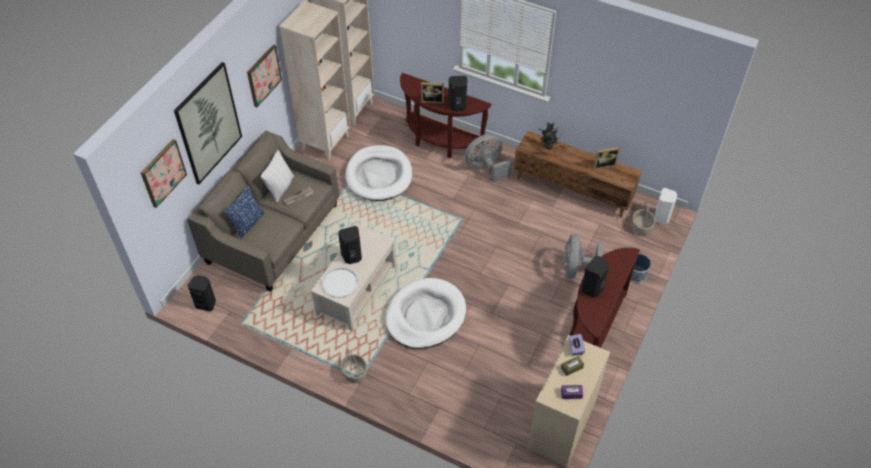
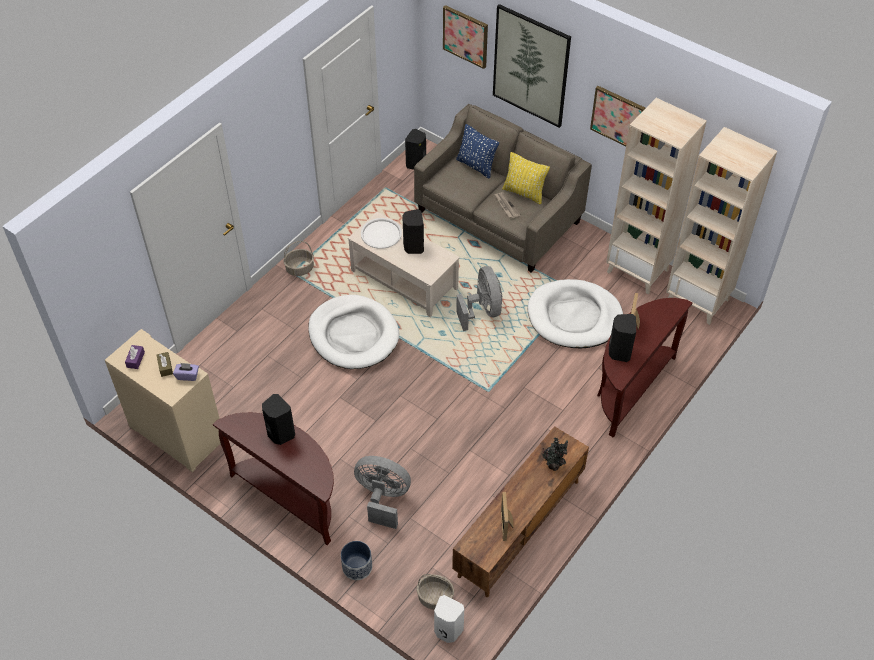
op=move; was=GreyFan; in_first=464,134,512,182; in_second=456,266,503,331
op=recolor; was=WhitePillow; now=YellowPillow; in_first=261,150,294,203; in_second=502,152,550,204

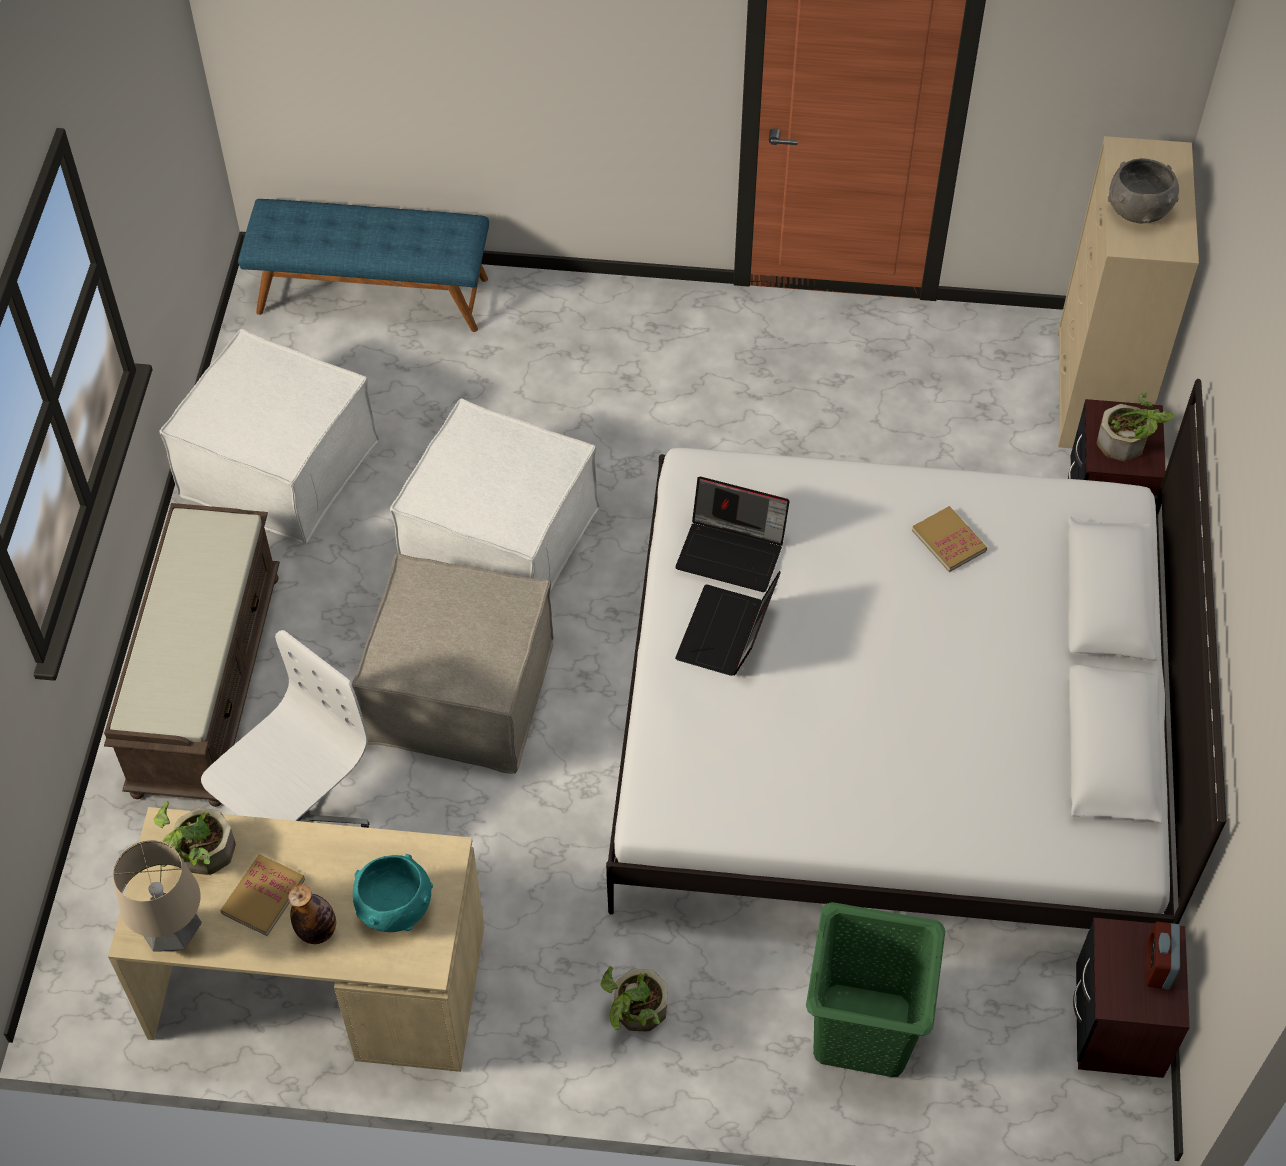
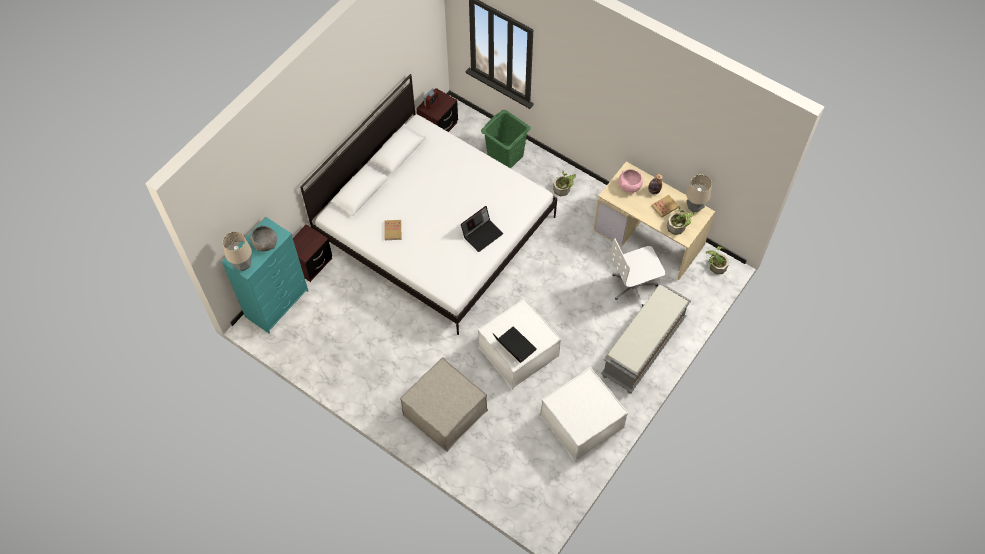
op=recolor; was=BeigeDresser; now=TurquoiseDresser; in_first=1057,136,1199,448; in_second=222,217,308,333
op=insert; now=TableLamp; in_second=223,232,252,271
op=move; was=BeigeOttoman; in_first=352,553,553,774; in_second=400,357,488,452
op=move; was=Laptop; in_first=675,477,790,592; in_second=493,326,537,363
op=recolor; was=BrownBench; now=GreyBench; in_first=104,503,280,807; in_second=601,283,691,394
op=recolor; was=TurquoiseBowl; now=PinkBowl; in_first=353,854,433,932; in_second=618,169,643,194
op=move; was=PottedPlant; in_first=1097,391,1174,461; in_second=705,246,729,274
op=delete; was=BlueBench; in_first=238,199,489,332

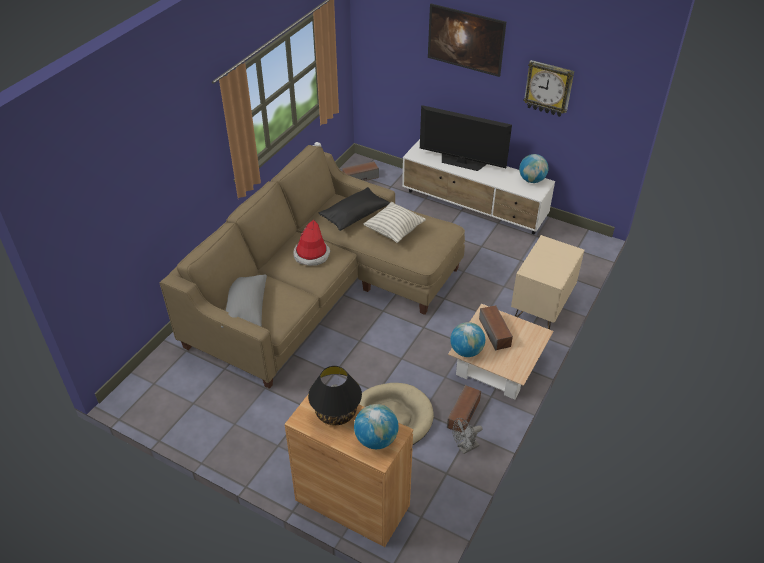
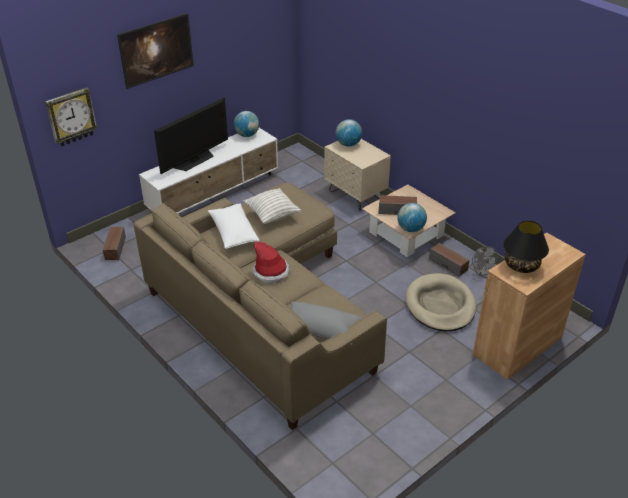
op=move; was=WallClock; in_first=523,60,574,117; in_second=45,87,97,146
op=recolor; was=BlackPillow; now=WhitePillow; in_first=319,187,390,231; in_second=208,203,260,249
op=move; was=Globe; in_first=354,404,399,449; in_second=336,119,362,147

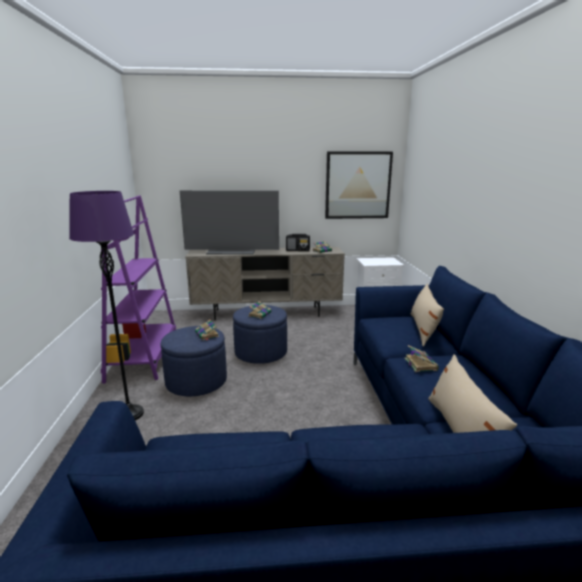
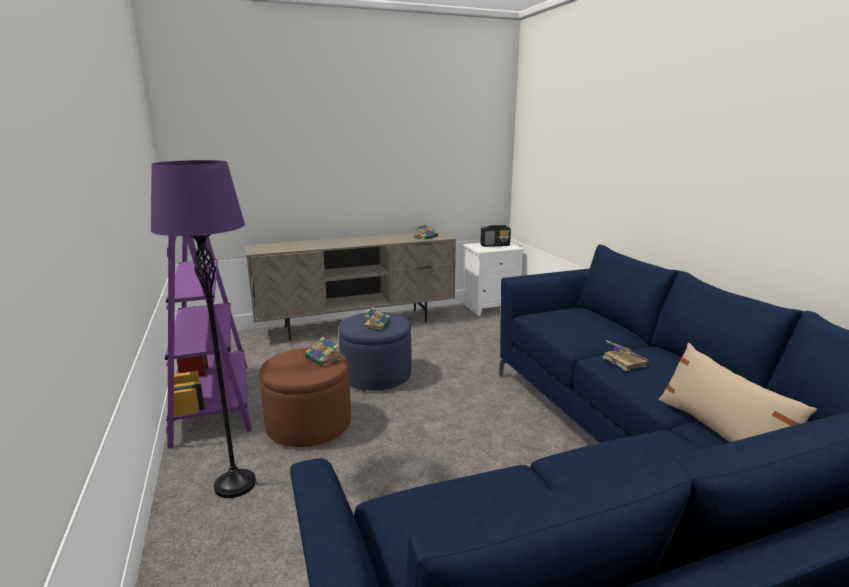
op=recolor; was=BlueOttoman; now=BrownOttoman; in_first=160,326,227,396; in_second=259,348,351,447
op=move; was=Radio; in_first=286,234,310,251; in_second=480,225,511,247
op=delete; was=Television; in_first=180,191,279,255
op=delete; was=Picture; in_first=325,152,393,219
op=delete; was=BeigePillow; in_first=410,284,444,346

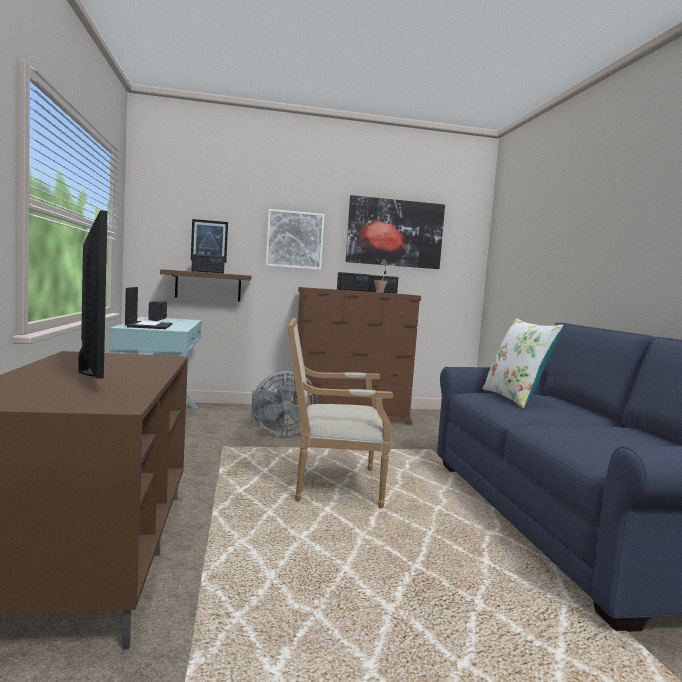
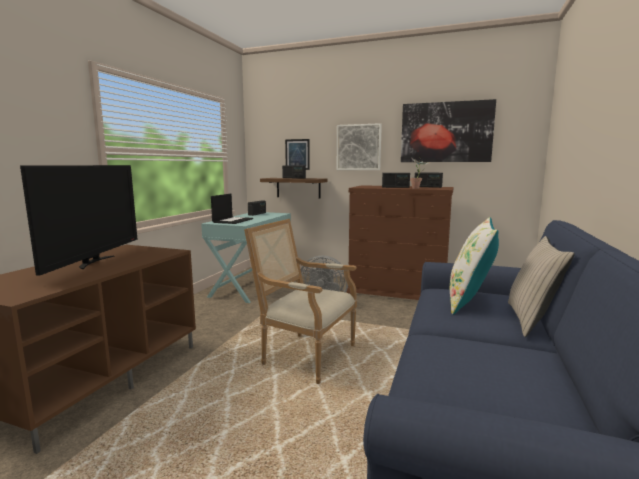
op=insert; now=BeigePillow; in_second=508,236,575,337

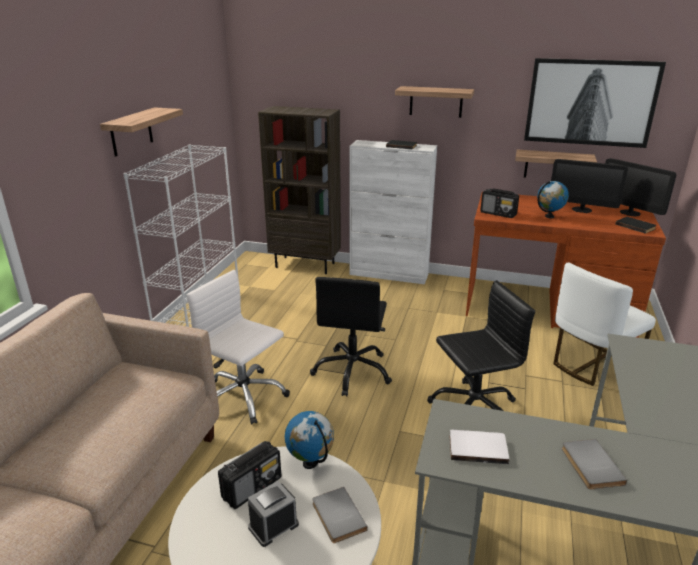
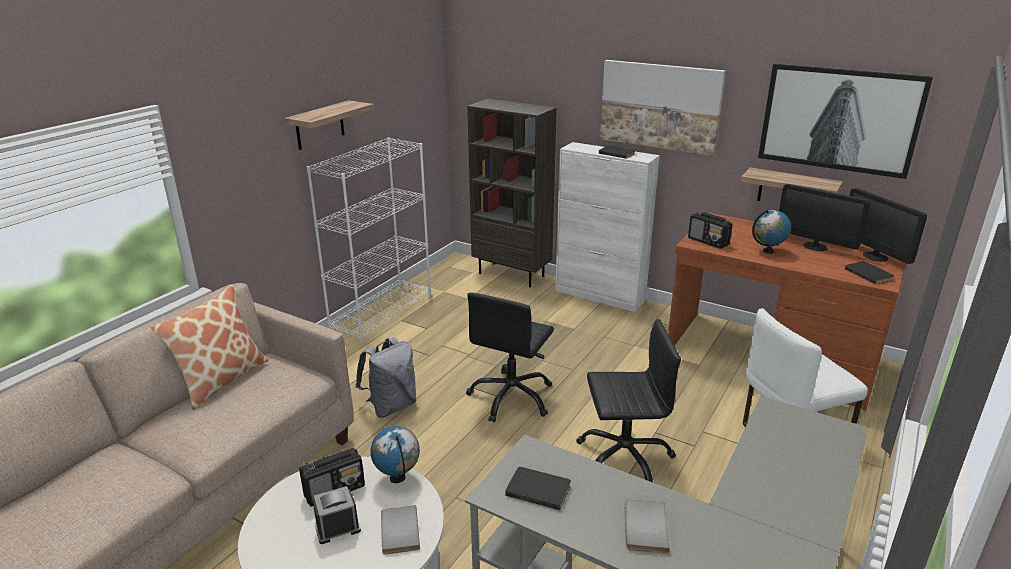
op=insert; now=Pillow; in_second=151,284,268,410
op=replace; was=WhiteOfficeChair; now=GreyBackpack; in_first=186,270,290,425; in_second=355,338,417,417
op=recolor; was=WhiteBook; now=BlackBook; in_first=449,429,510,464; in_second=505,467,571,510
op=replace; was=Shelf; now=Picture; in_first=395,86,474,118; in_second=600,60,726,156

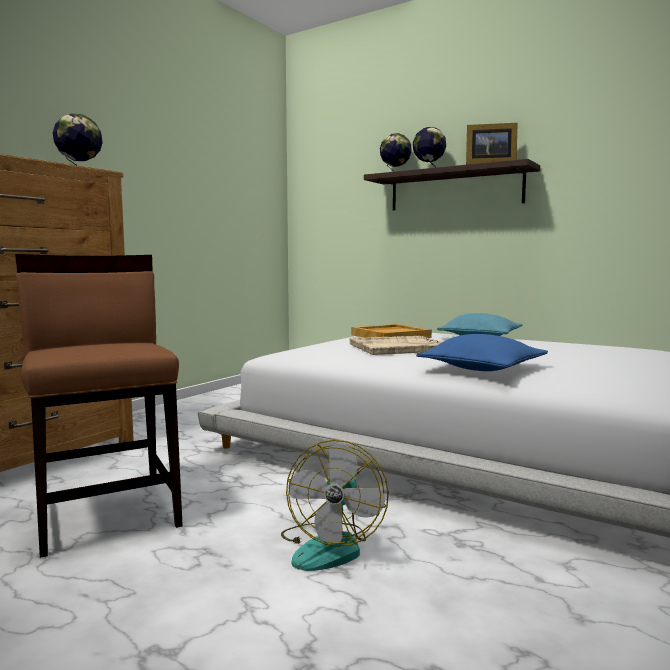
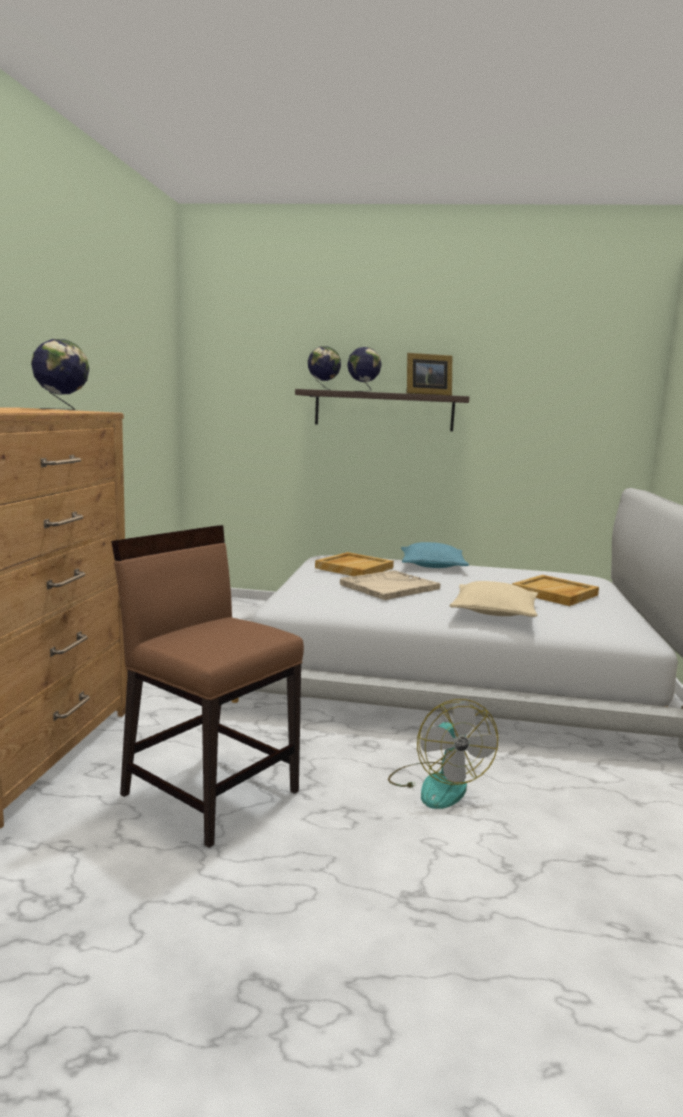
op=recolor; was=BluePillow; now=BeigePillow; in_first=416,334,548,371; in_second=450,581,538,617
op=insert; now=BeigeTray; in_second=512,575,599,606

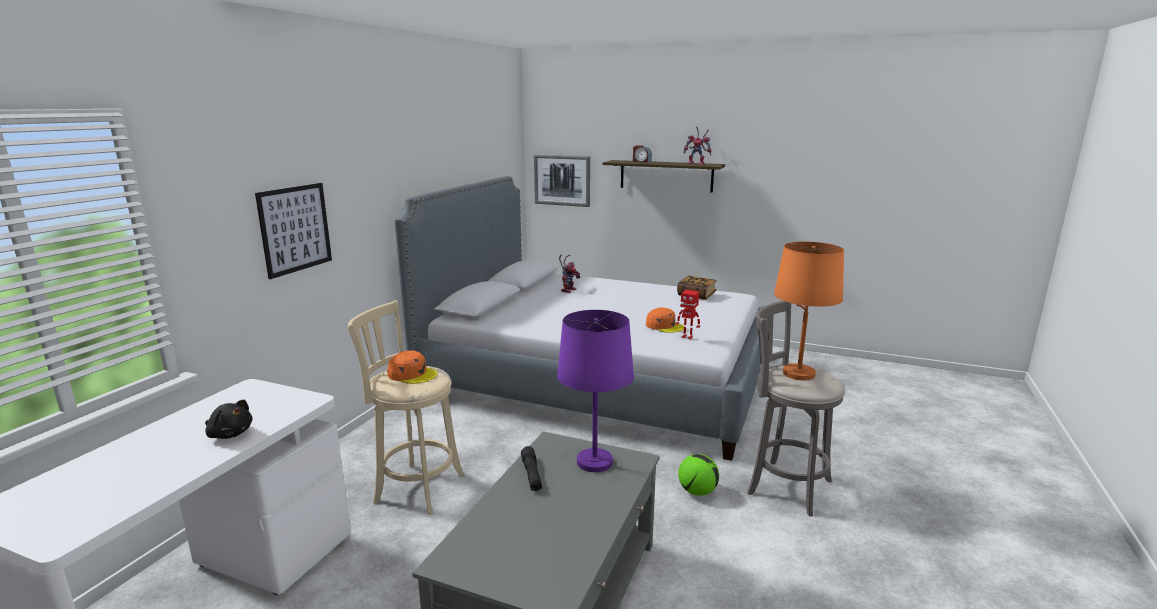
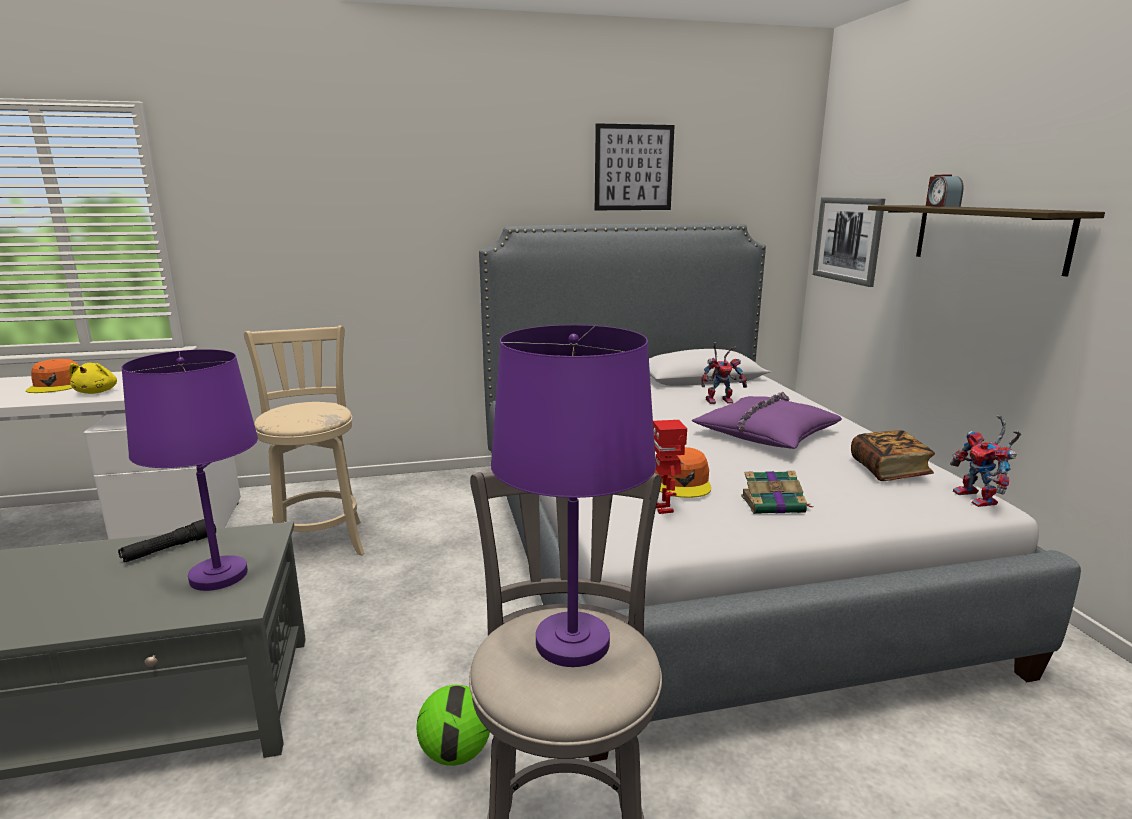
op=move; was=OrangeCap; in_first=387,350,438,384; in_second=26,359,78,393
op=recolor; was=BlackPlushToy; now=YellowPlushToy; in_first=205,399,252,439; in_second=69,363,117,394
op=recolor; was=OrangeTableLamp; now=PurpleTableLamp; in_first=774,242,844,380; in_second=491,325,656,667
op=move; was=Picture; in_first=255,183,332,279; in_second=595,123,675,210
op=insert; now=PurplePillow; in_second=692,392,842,449
op=insert; now=Book; in_second=741,471,813,514
op=move; was=ToyRobot; in_first=683,126,712,165; in_second=950,414,1021,507

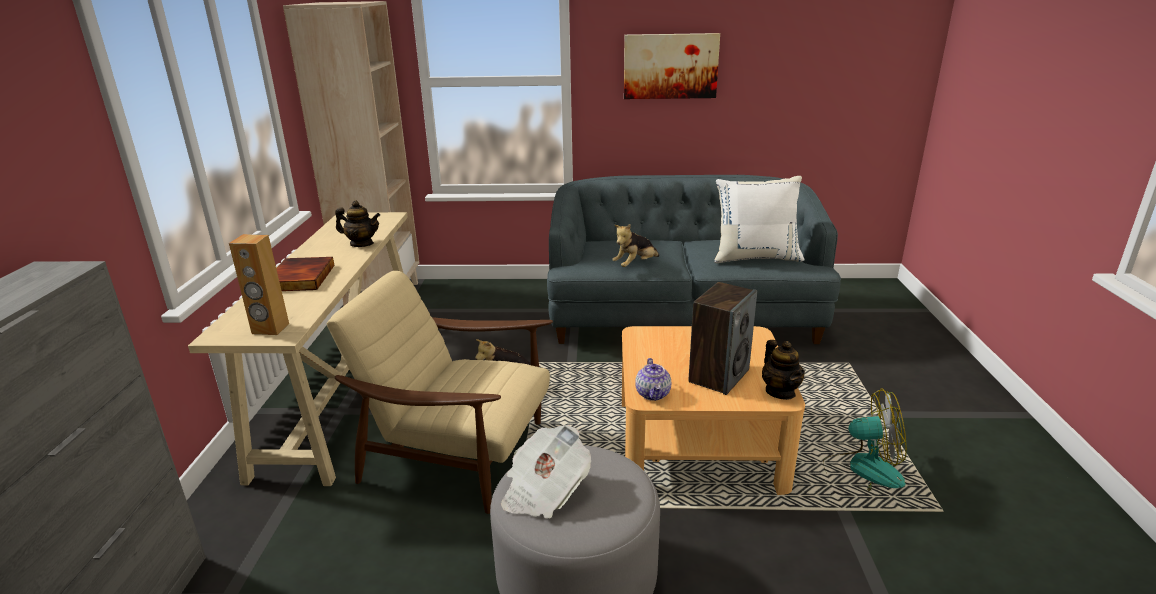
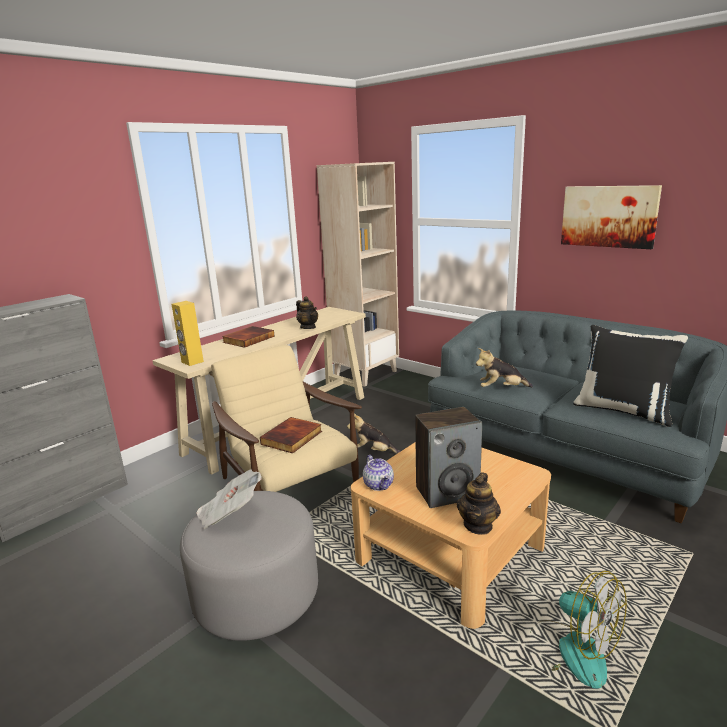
op=recolor; was=BrownSpeaker; now=YellowSpeaker; in_first=229,234,289,335; in_second=172,301,204,366
op=insert; now=Book; in_second=260,417,322,454
op=rotate; was=Teapot; in_first=635,358,671,401; in_second=363,455,394,491; clockwise=-60
op=recolor; was=WhitePillow; now=BlackPillow; in_first=714,176,805,263; in_second=573,325,688,427

